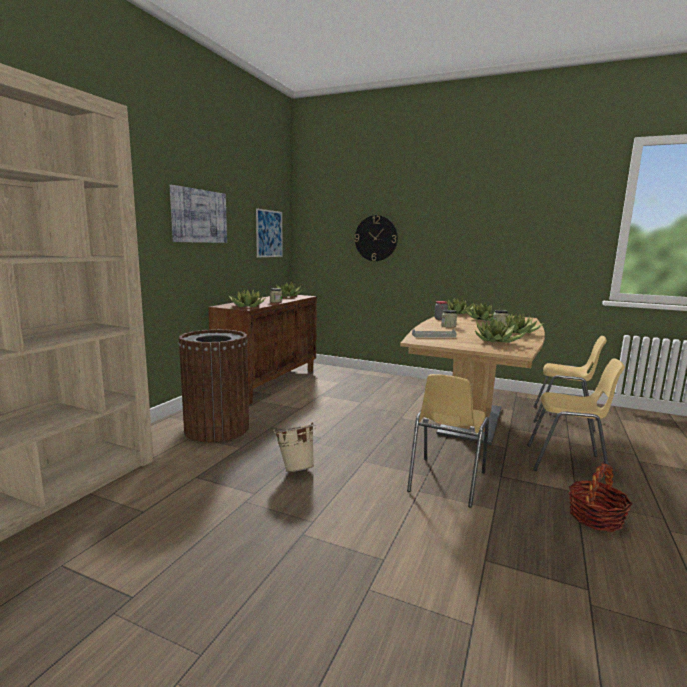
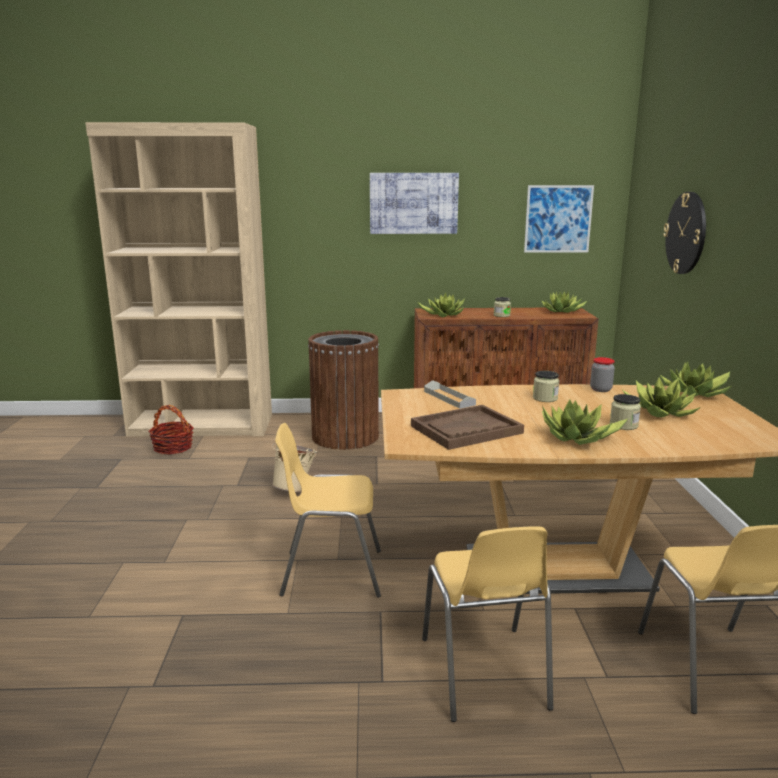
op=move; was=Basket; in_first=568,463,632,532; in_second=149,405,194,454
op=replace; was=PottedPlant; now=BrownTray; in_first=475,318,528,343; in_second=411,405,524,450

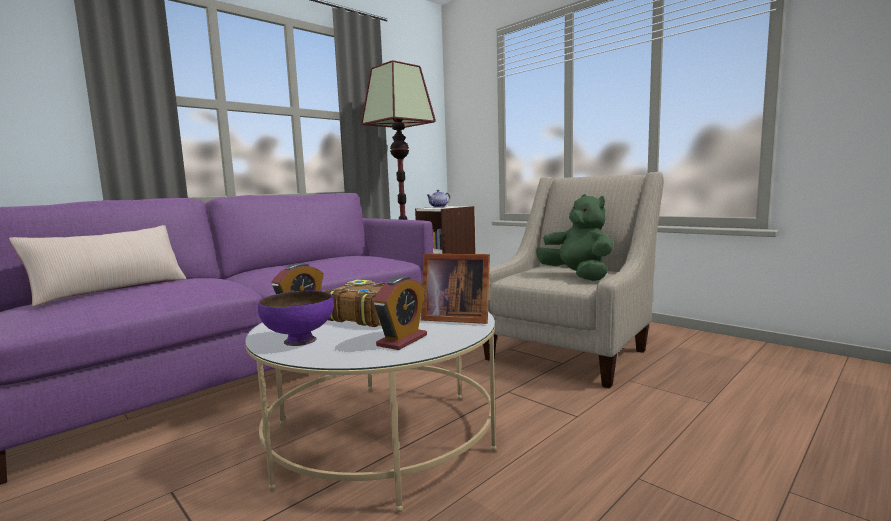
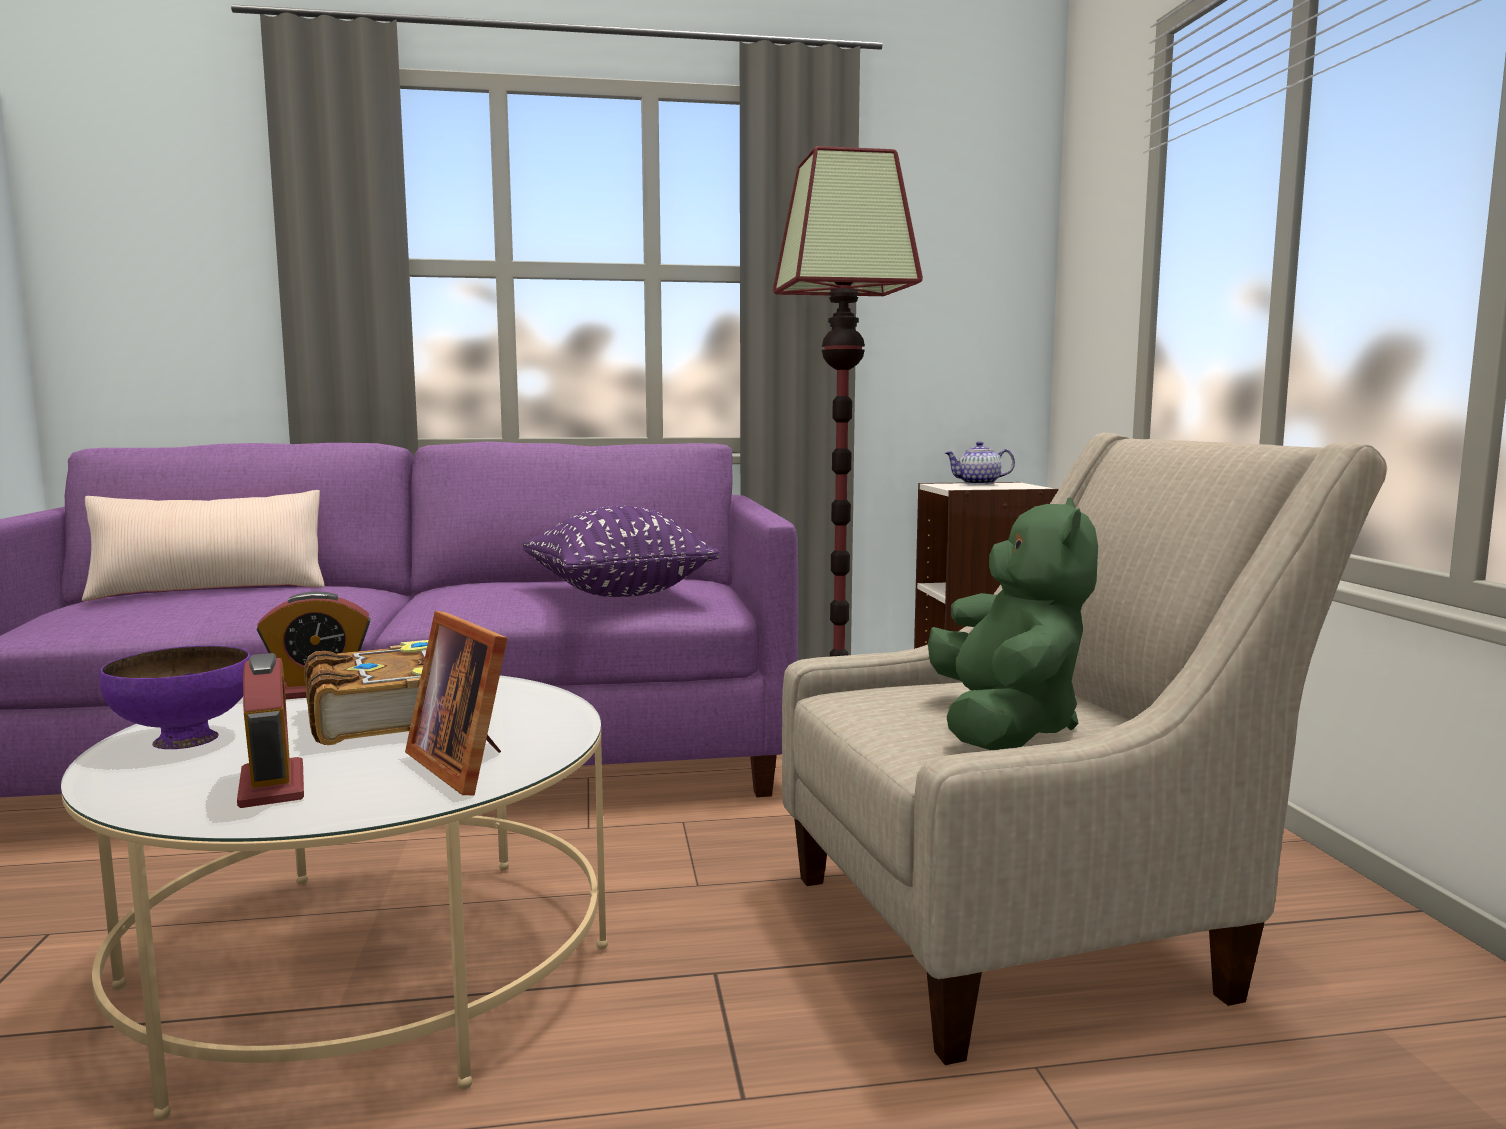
op=rotate; was=AlarmClock; in_first=373,276,427,350; in_second=237,653,304,808; clockwise=-90
op=insert; now=PurplePillow; in_second=522,506,720,597

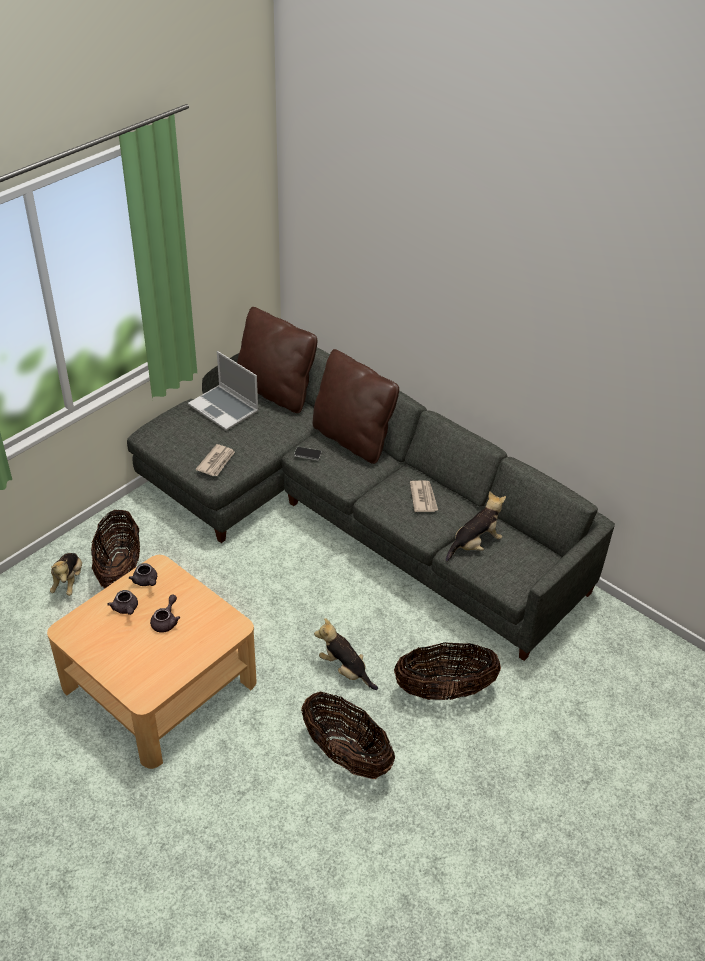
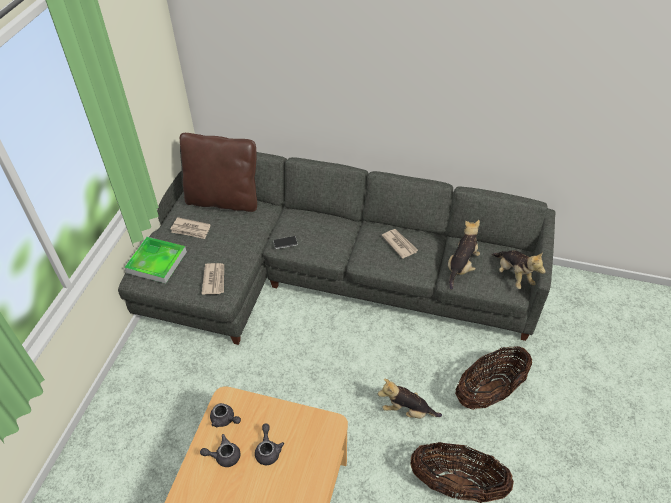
op=insert; now=Tray; in_second=124,237,187,284
op=replace; was=Laptop; now=Newspaper; in_first=188,351,259,431; in_second=170,217,211,239
op=rotate; was=GreyTeapot; in_first=107,590,138,615; in_second=200,434,240,467; clockwise=135
op=move; was=PlushToy; in_first=50,553,82,596; in_second=492,250,546,289
op=delete; was=Basket; in_first=91,509,140,589
op=delete; was=BrownPillow; in_first=313,349,399,464

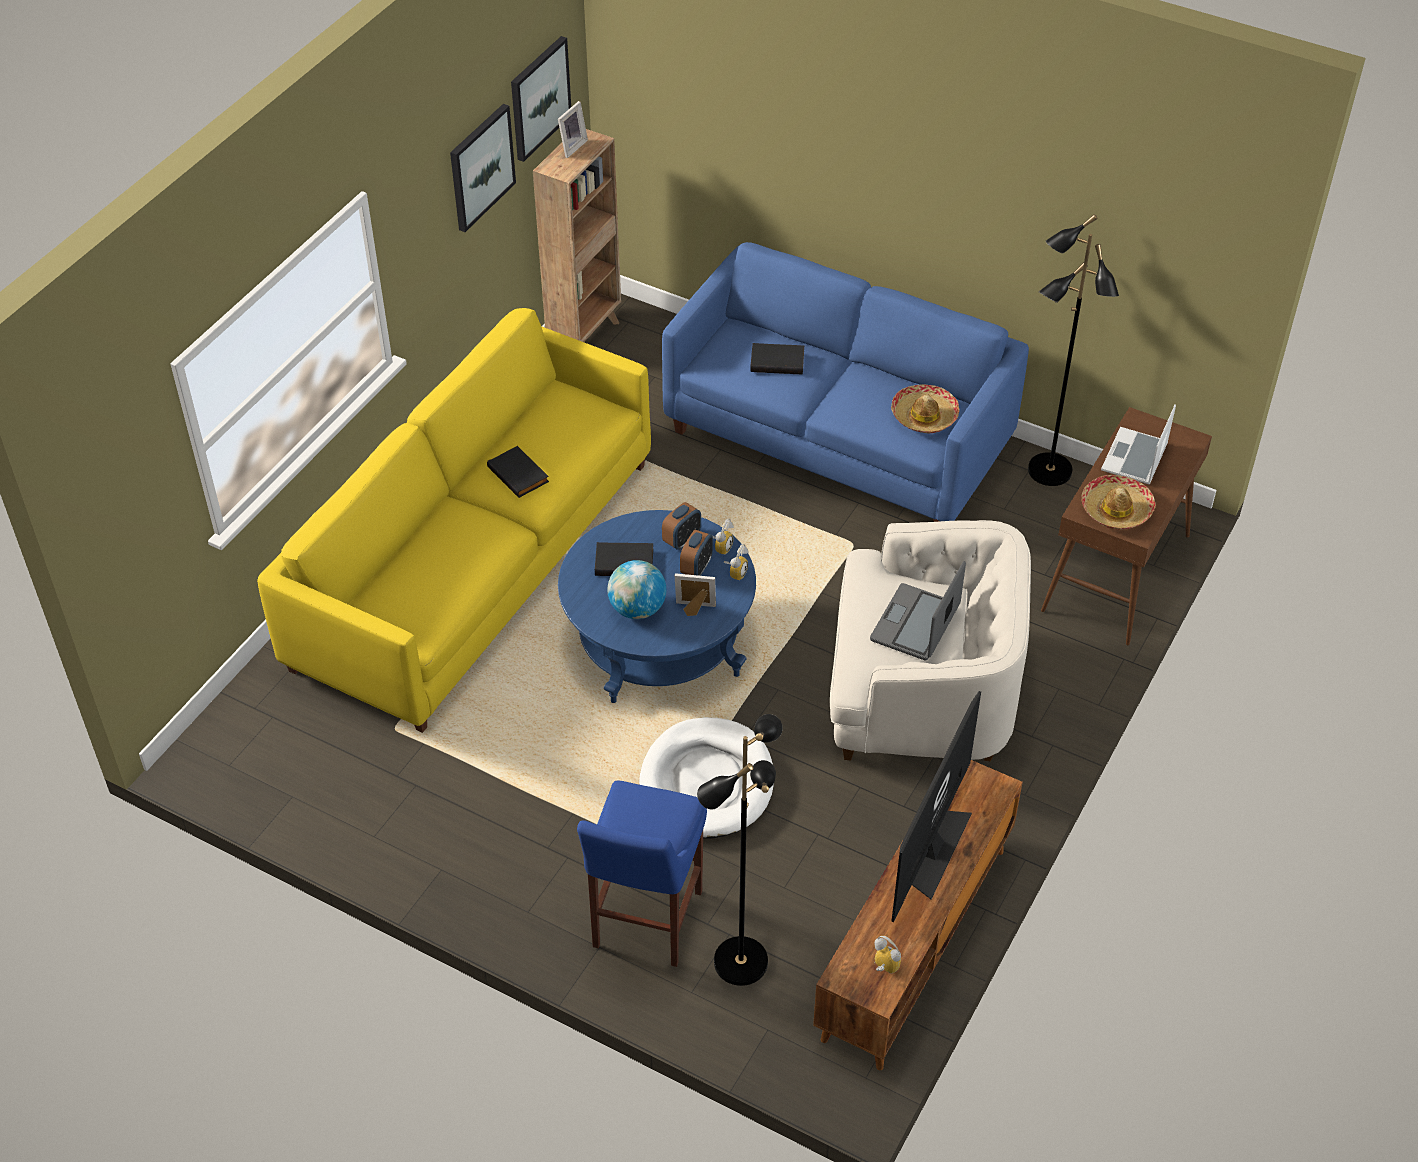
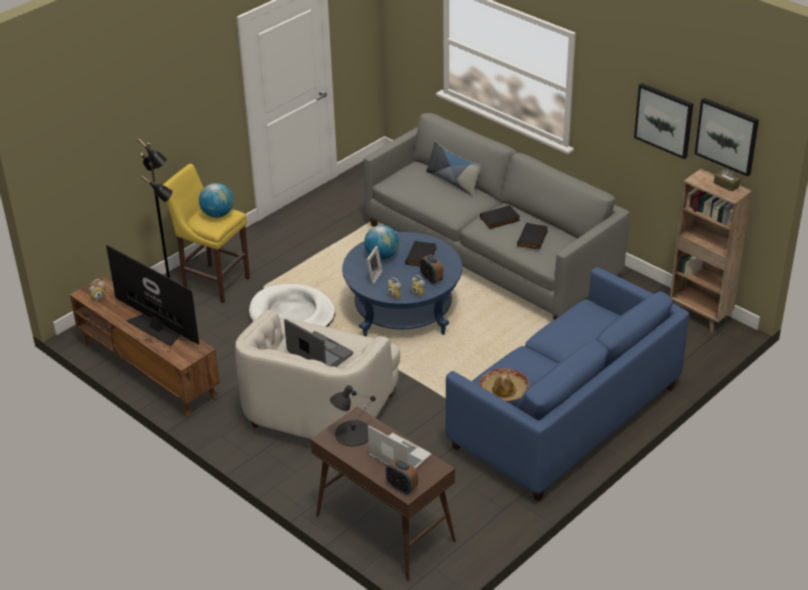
op=recolor; was=BlueStool; now=YellowStool; in_first=577,781,707,967; in_second=163,164,250,303
op=insert; now=Globe; in_second=199,183,234,218
op=replace; was=Hat; now=BlackTableLamp; in_first=1081,475,1156,530; in_second=330,385,376,446
op=recolor; was=YellowSofa; now=GreySofa; in_first=257,308,651,733; in_second=364,113,630,320
op=move; was=AlarmClock; in_first=680,530,713,576; in_second=386,458,418,494
op=insert; now=Pillow; in_second=426,142,481,197
op=move; was=BlackBook; in_first=750,343,804,374; in_second=517,222,548,250
op=replace; was=PictureFrame; now=BrownTissueBox; in_first=558,101,588,158; in_second=714,169,740,192
op=delete; was=BlackFloorLamp; in_first=1028,214,1119,486

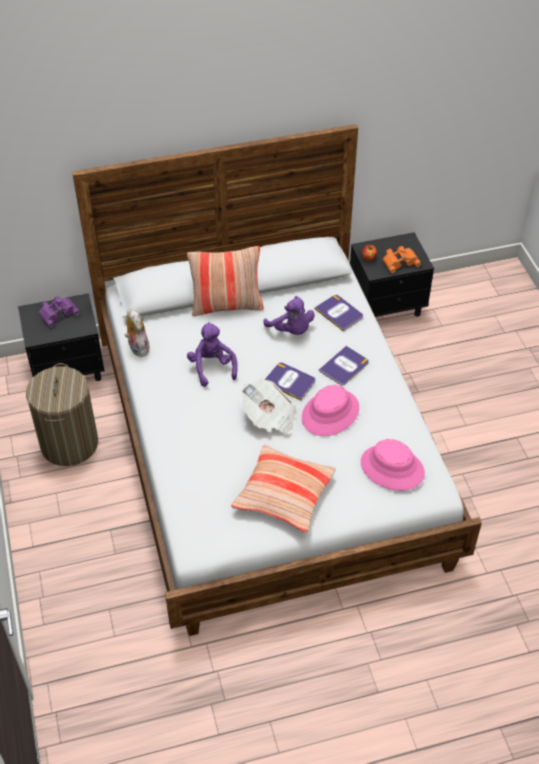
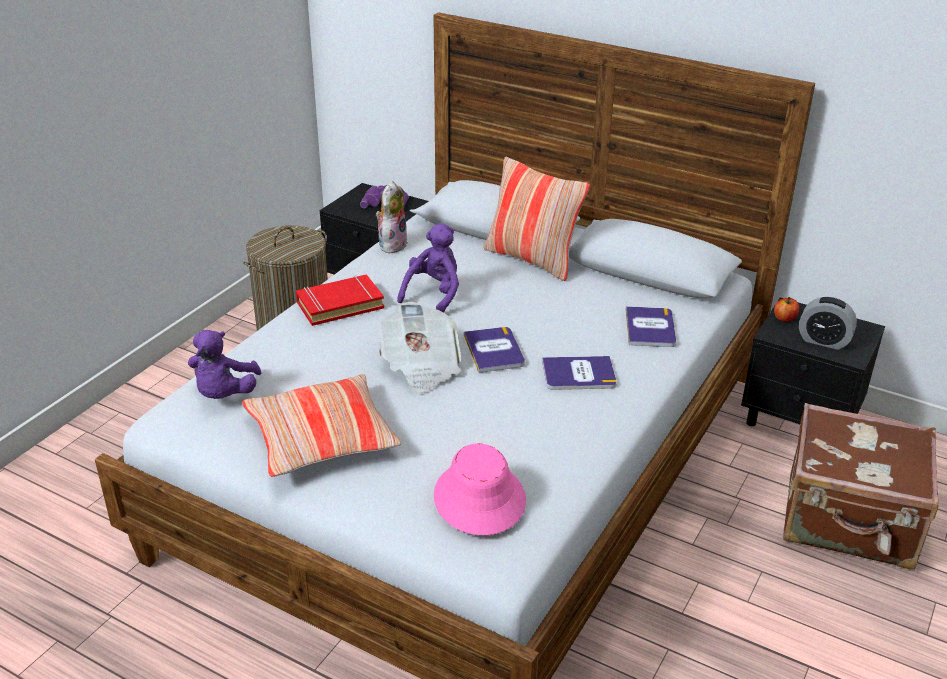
op=move; was=PurplePlushToy; in_first=264,296,315,335; in_second=188,329,261,399
op=insert; now=RedBook; in_second=296,274,384,326
op=insert; now=BrownSuitcase; in_second=783,403,939,570
op=replace; was=OrangeBinoculars; now=AlarmClock; in_first=382,246,421,273; in_second=799,297,857,350
op=delete; was=PinkHat; in_first=302,385,359,436

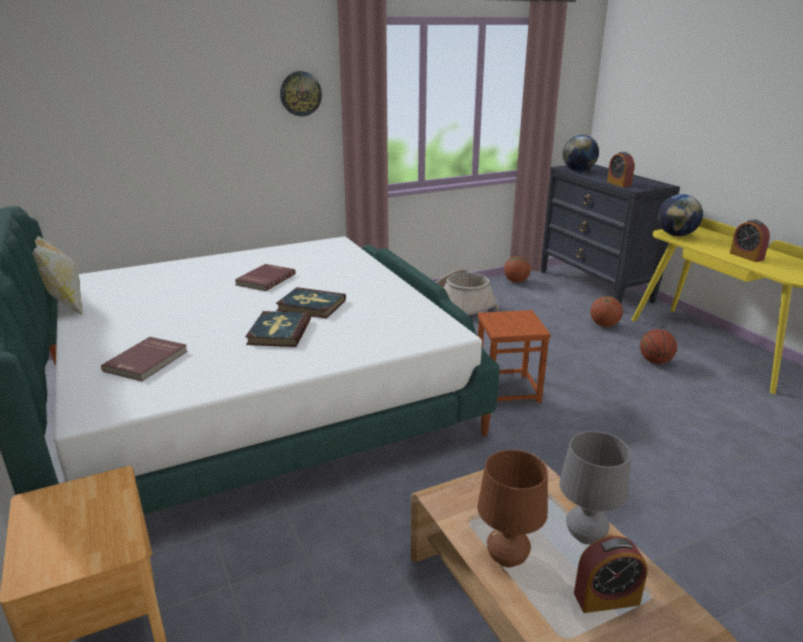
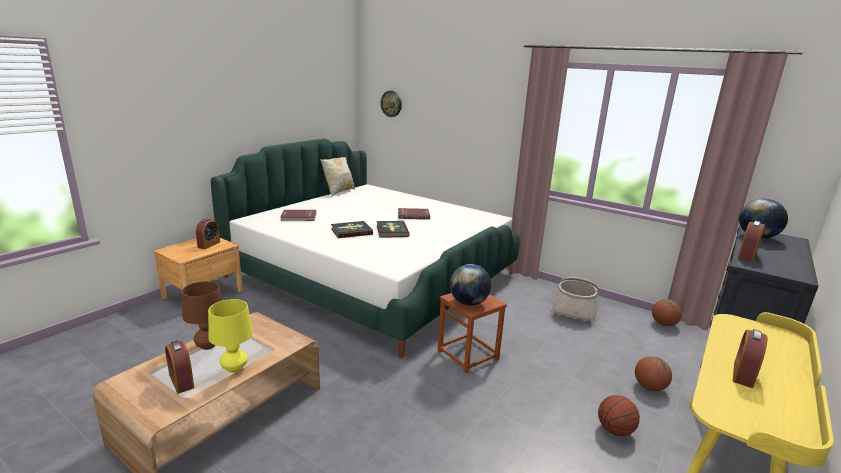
op=insert; now=AlarmClock; in_second=196,218,220,249
op=recolor; was=GreyTableLamp; now=YellowTableLamp; in_first=559,431,631,544; in_second=208,299,253,373
op=move; was=WallClock; in_first=280,71,322,117; in_second=381,91,402,117
op=move; was=Globe; in_first=658,194,703,236; in_second=450,264,491,306

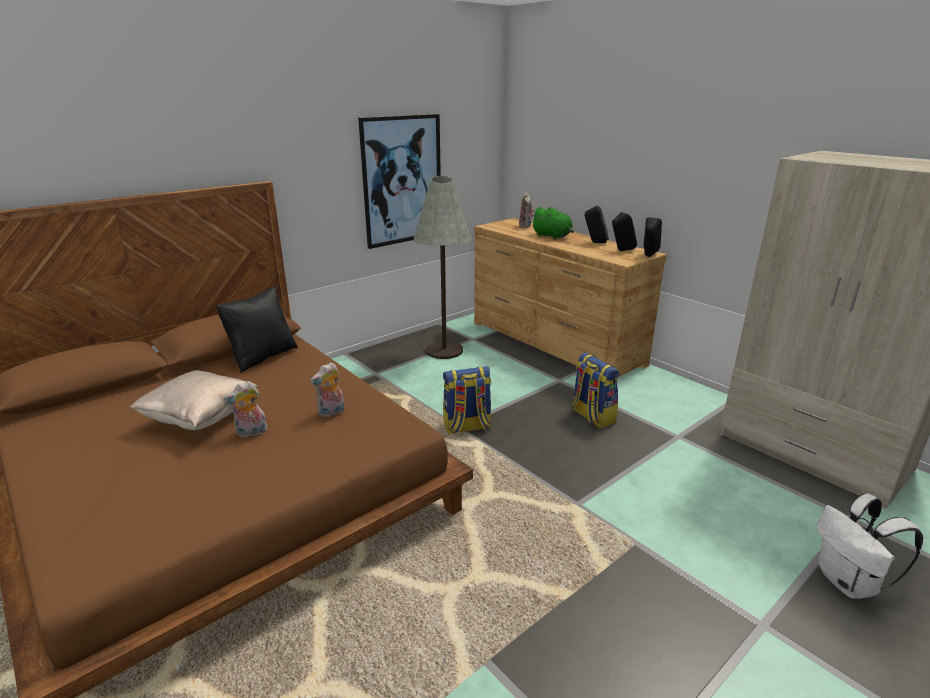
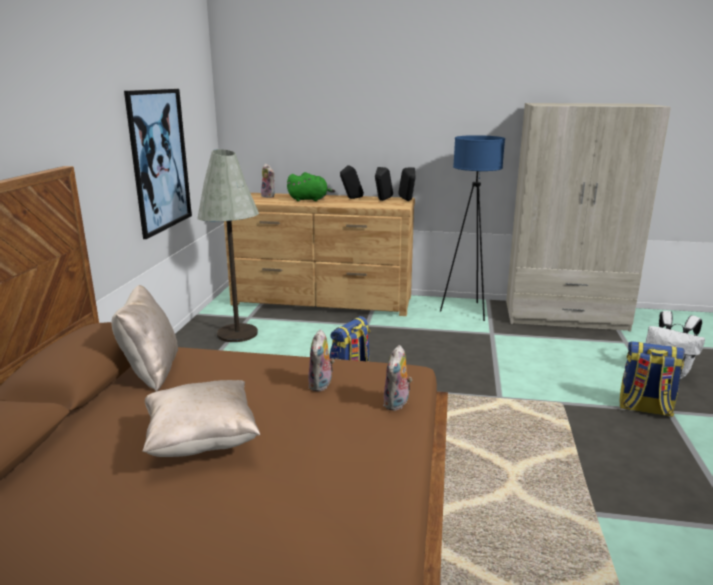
op=recolor; was=BlackPillow; now=BeigePillow; in_first=216,286,298,373; in_second=111,285,178,391
op=move; was=PlushToy; in_first=224,381,267,438; in_second=383,345,412,411
op=insert; now=BlueFloorLamp; in_second=440,135,505,321
op=move; was=Backpack; in_first=571,353,620,428; in_second=620,341,685,417

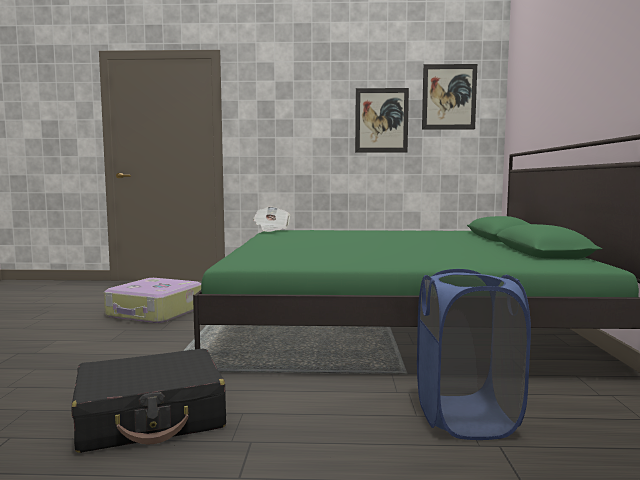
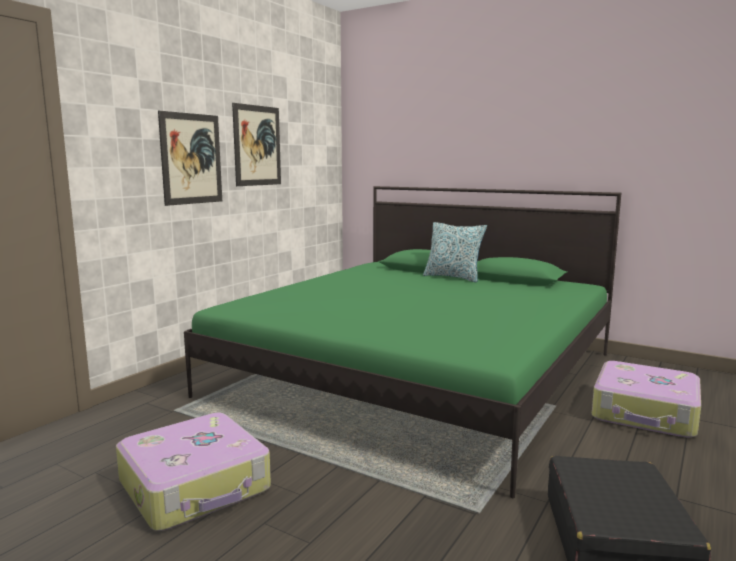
op=move; was=Picture; in_first=422,64,477,130; in_second=158,111,222,206
op=insert; now=Pillow; in_second=423,222,487,282
op=replace; was=BlueLaundryBasket; now=Suitcase; in_first=417,269,531,440; in_second=592,361,701,438
op=delete; was=Newspaper; in_first=253,207,290,232

